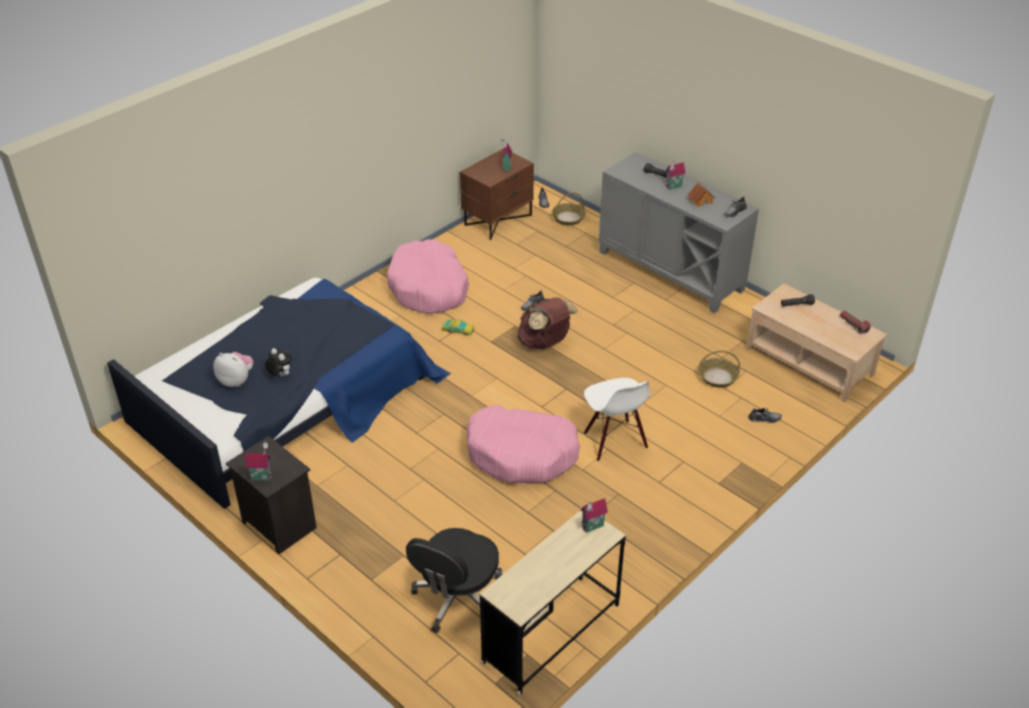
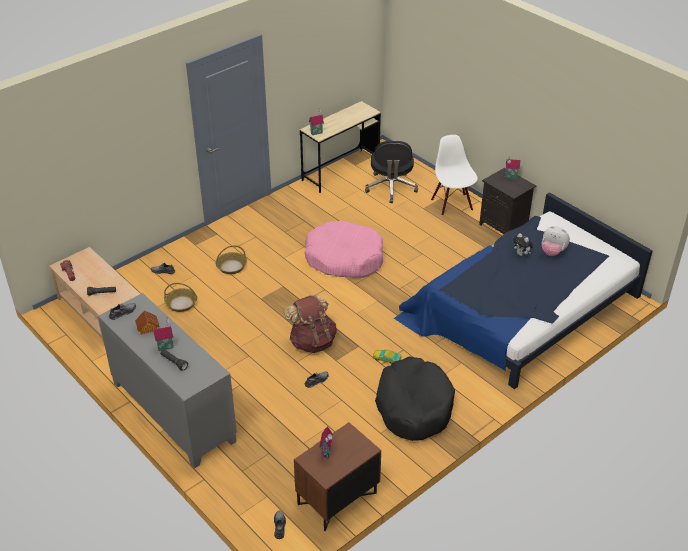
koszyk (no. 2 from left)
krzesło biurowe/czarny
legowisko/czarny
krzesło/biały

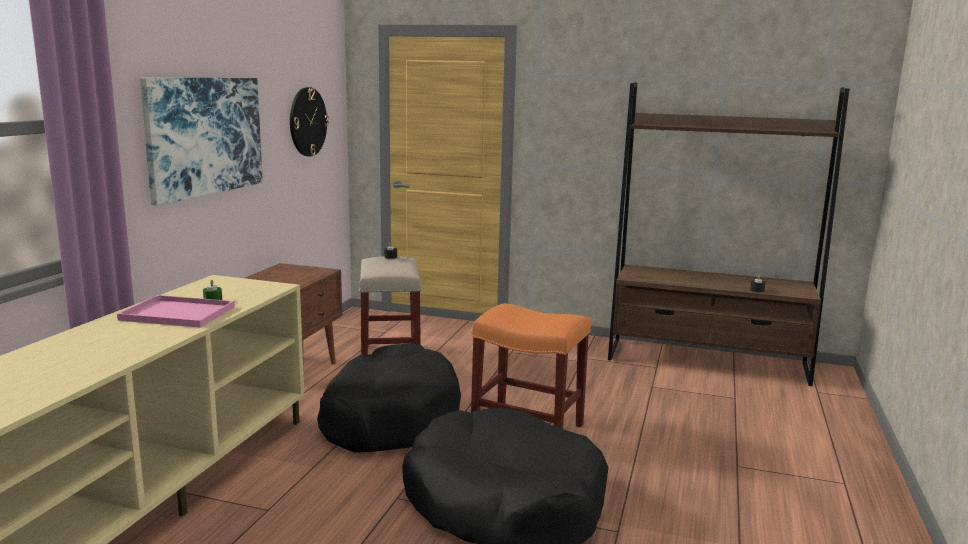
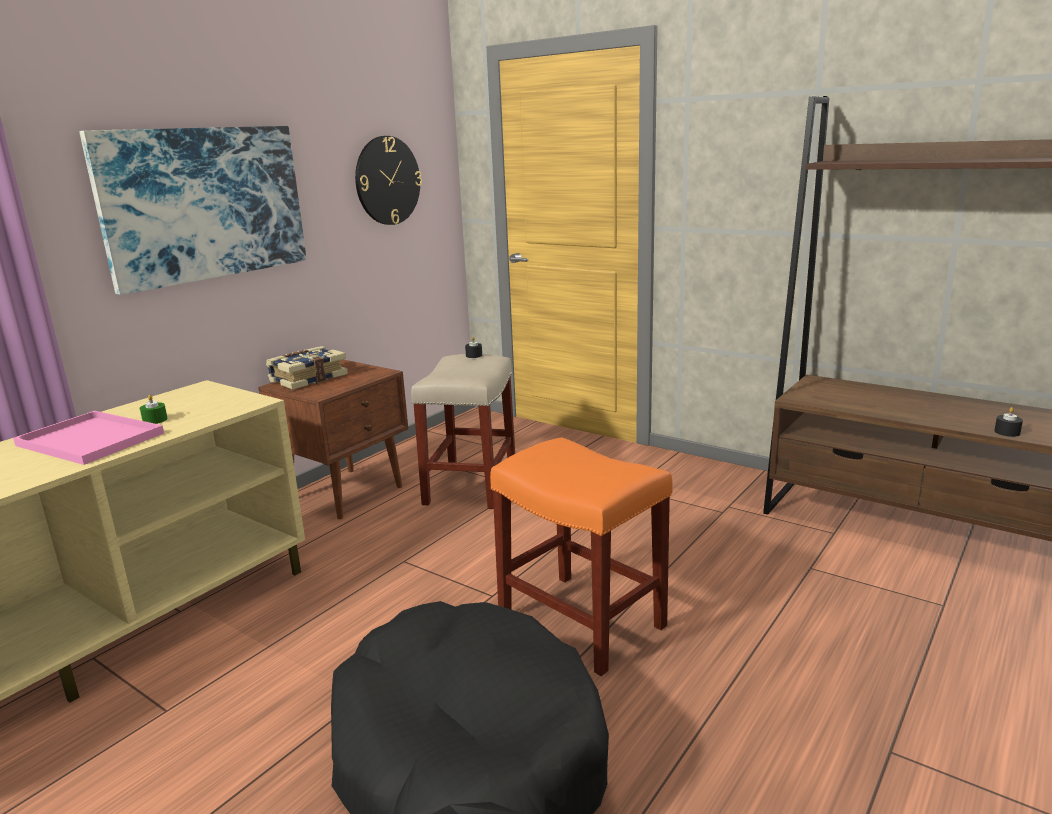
książka
legowisko/czarny (no. 1 from left in the first image)

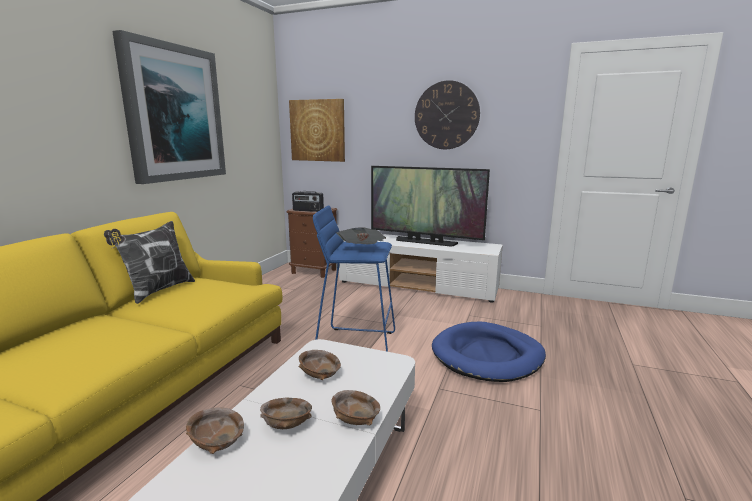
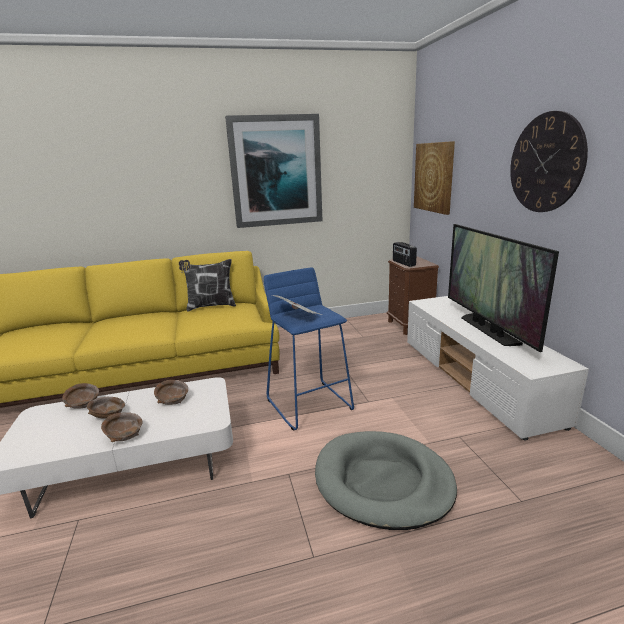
legowisko/szary

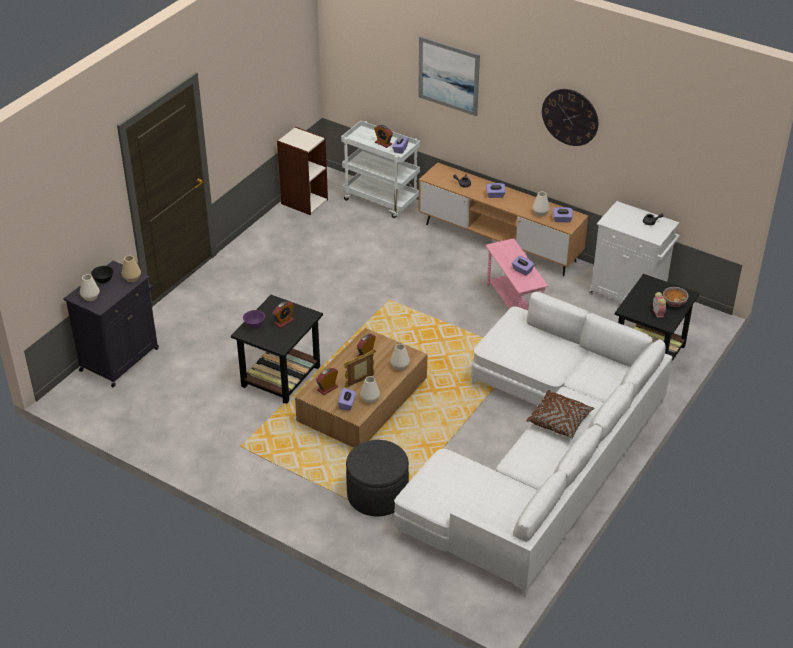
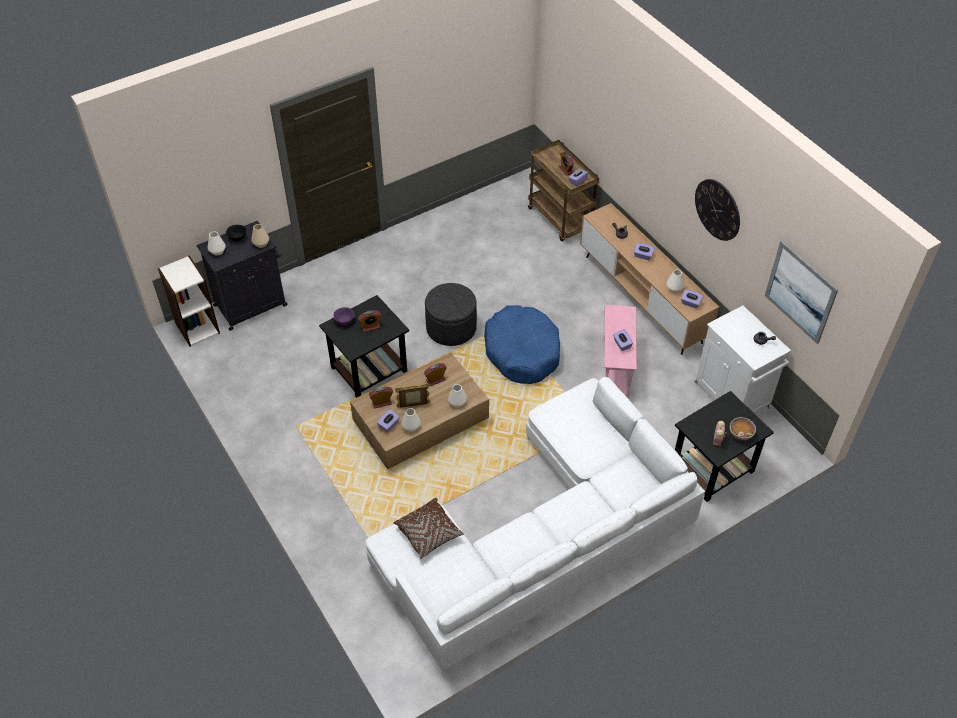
regał
poduszka/brązowy
pufa/szary
legowisko/niebieski
wózek/brązowy
obraz

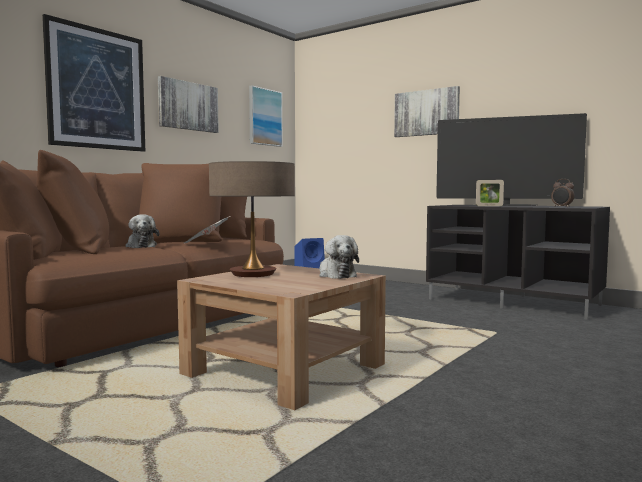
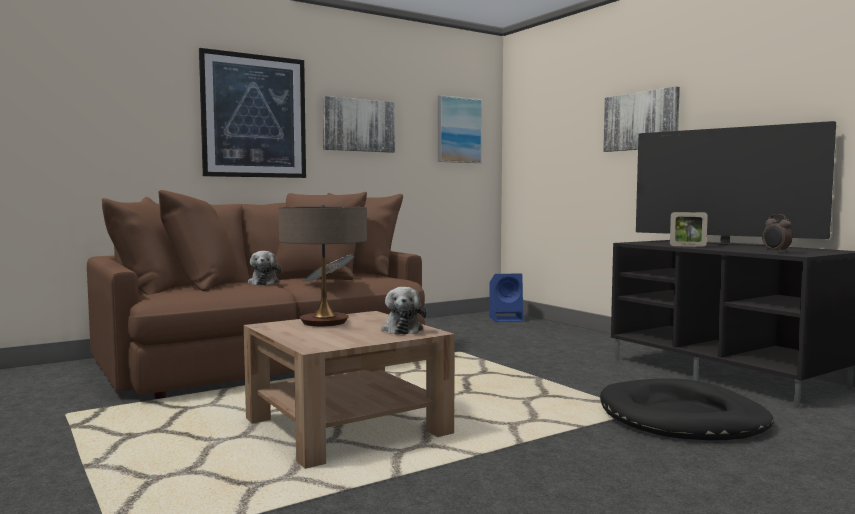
legowisko/czarny

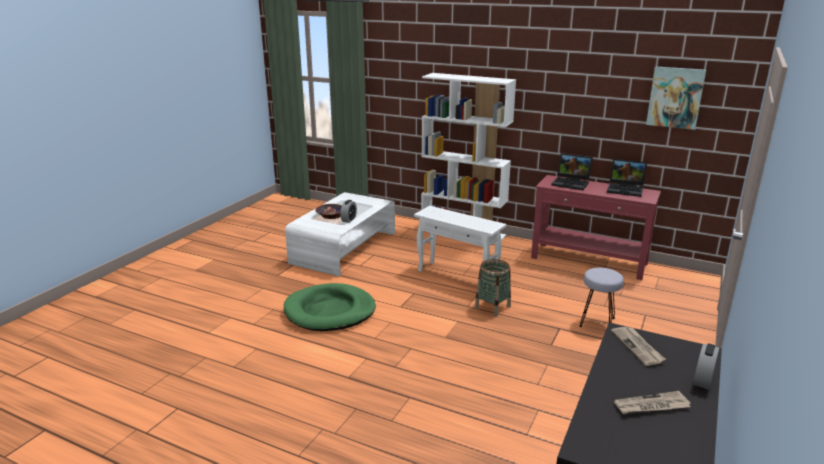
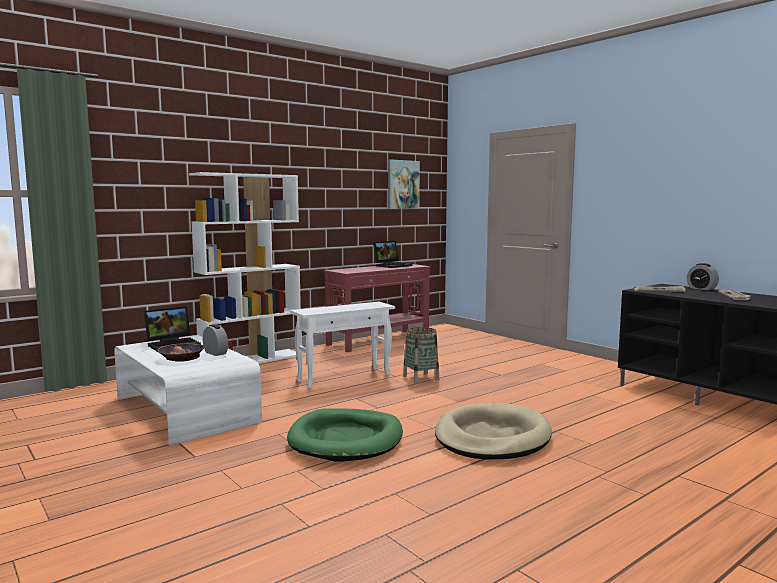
laptop (no. 1 from left)
legowisko/beżowy
stołek/szary

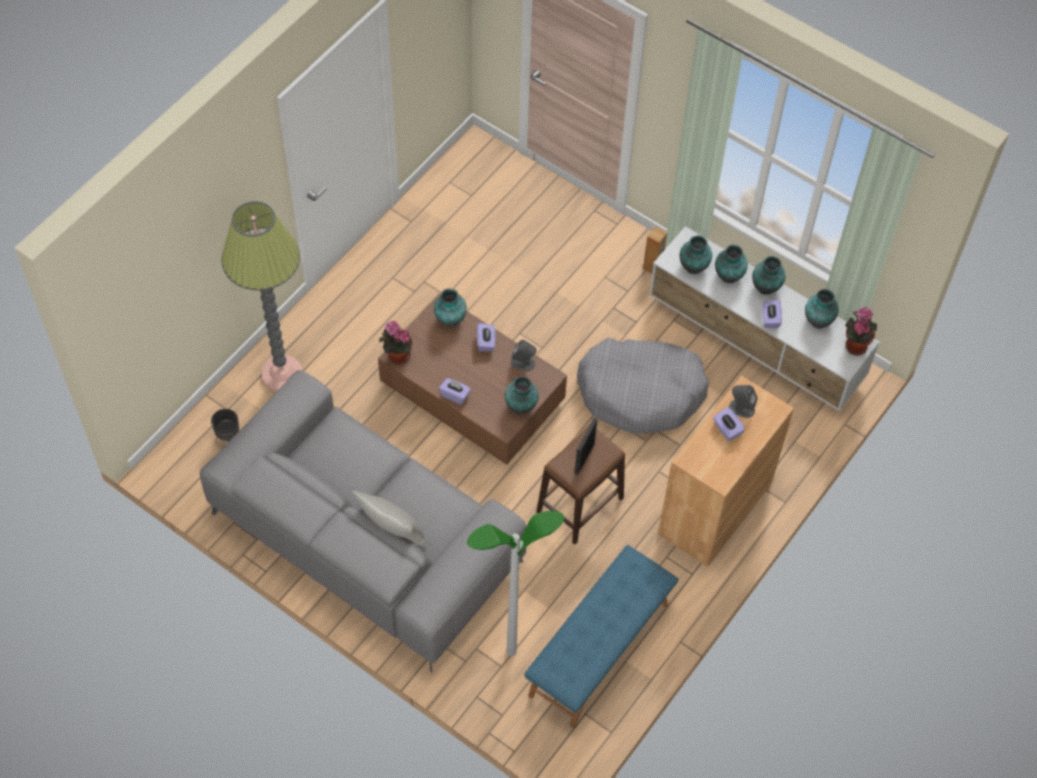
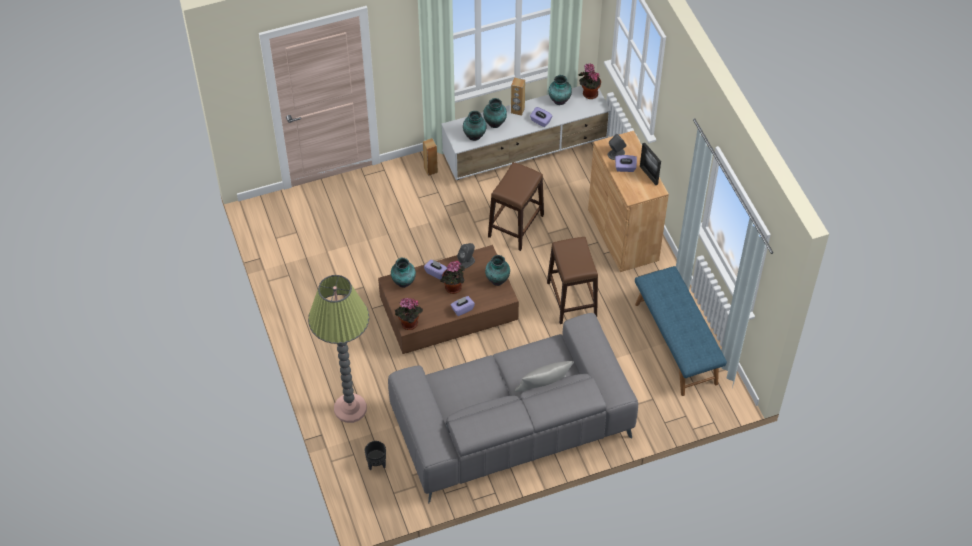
roślina doniczkowa (no. 2 from left)
stołek/brązowy (no. 1 from left)
głośnik/brązowy (no. 2 from left)
ramka na zdjęcie
lampa stojąca (no. 2 from left in the first image)

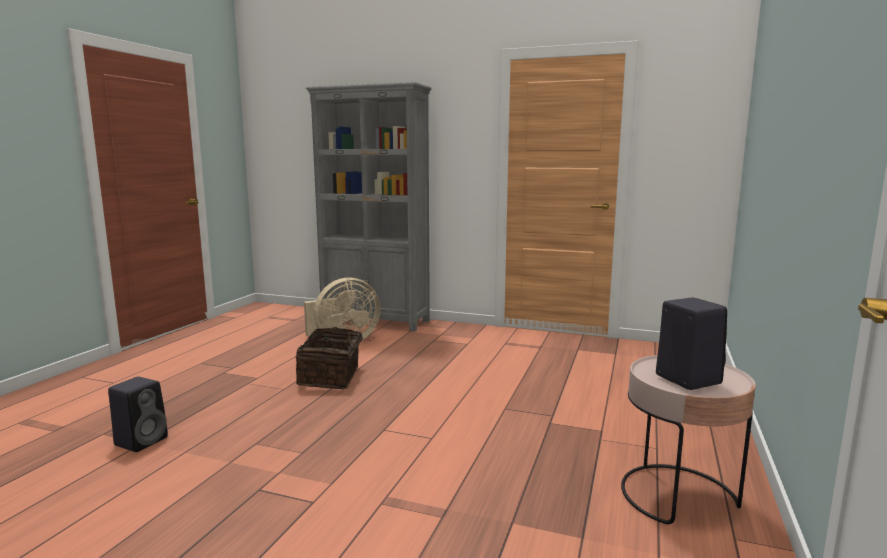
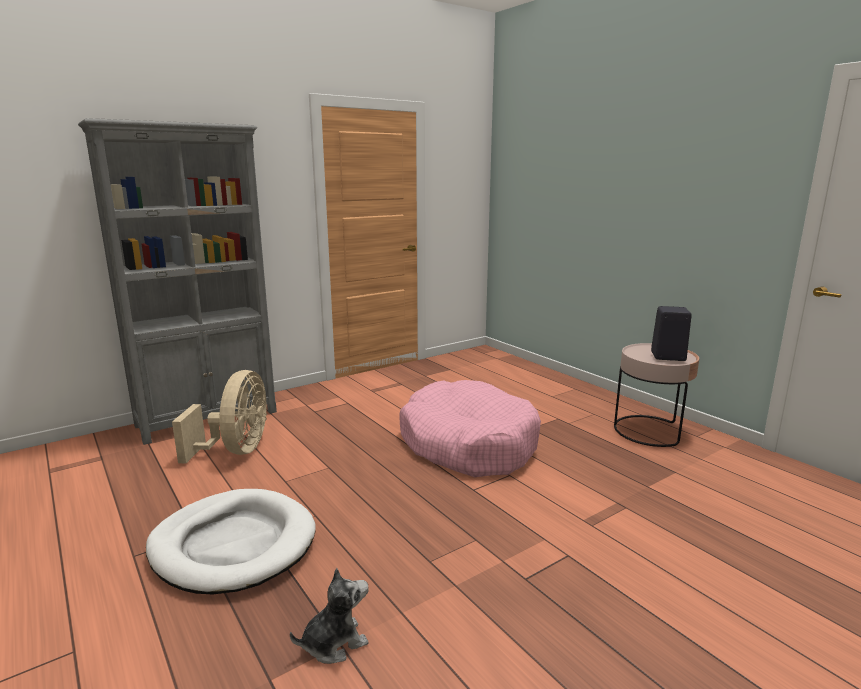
legowisko/biały
pluszak
legowisko/różowy
koszyk

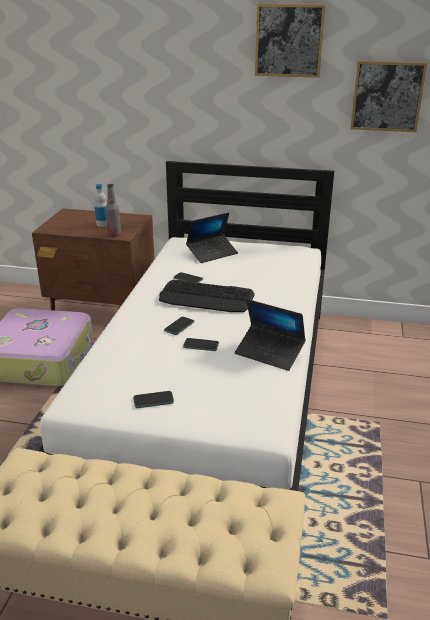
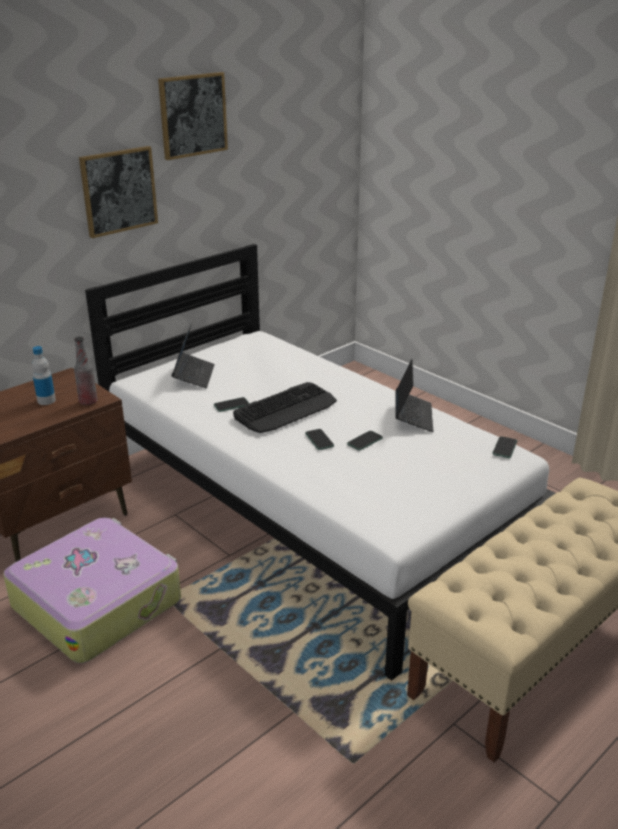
obraz (no. 1 from left)
laptop (no. 2 from left)
telefon (no. 4 from left)

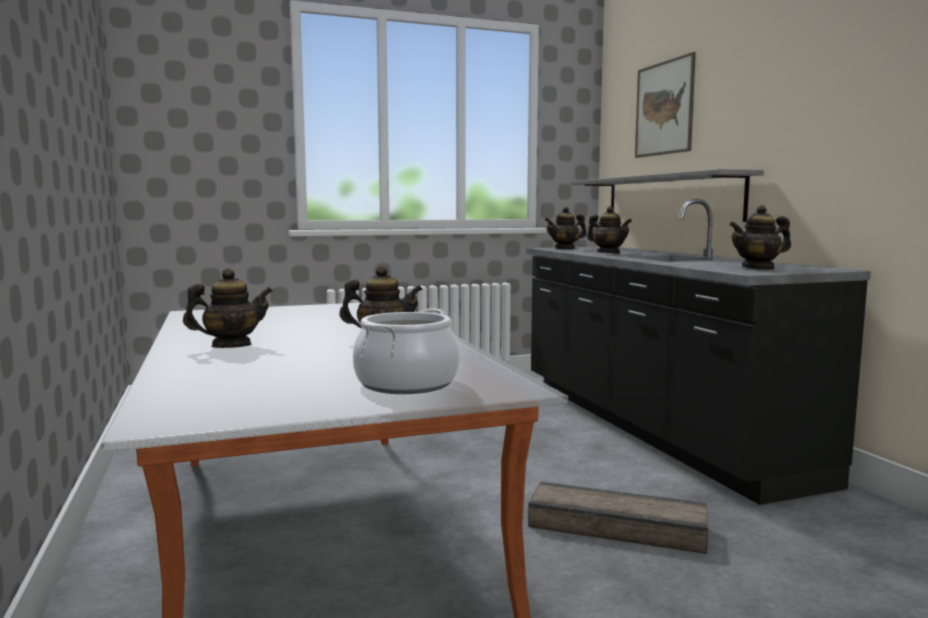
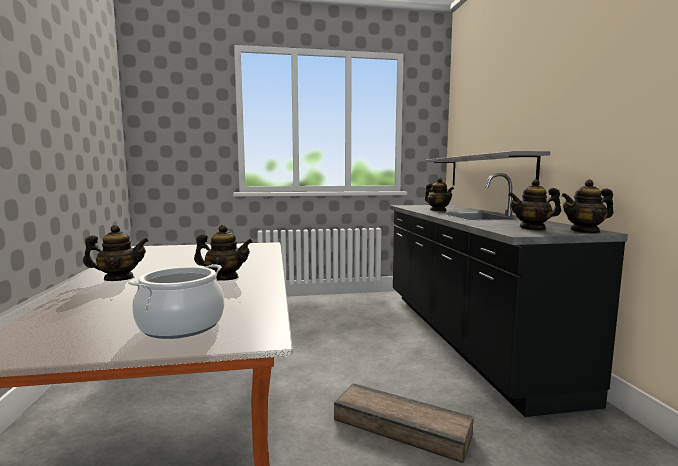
imbryk (no. 5 from left)
obraz

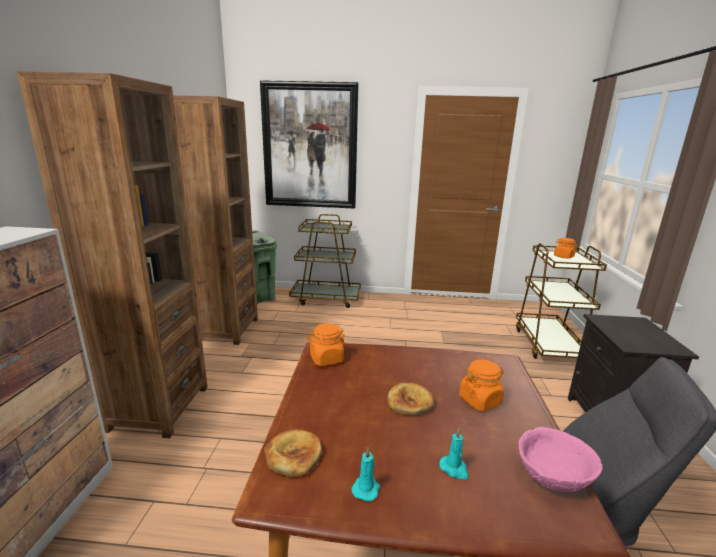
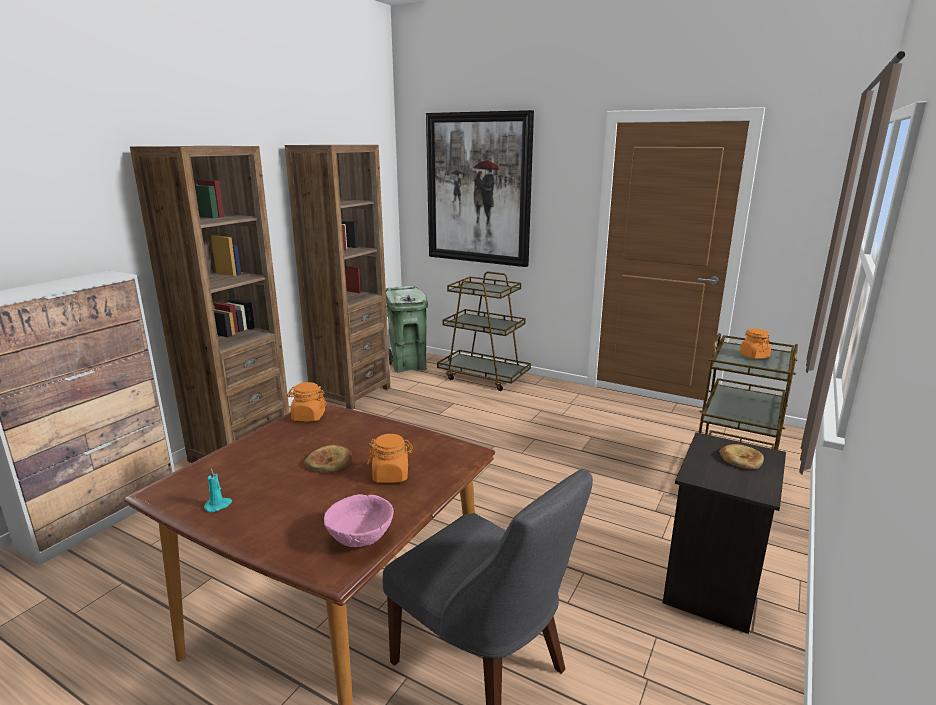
chleb (no. 2 from left)
świeca/turkusowy (no. 2 from left in the first image)

